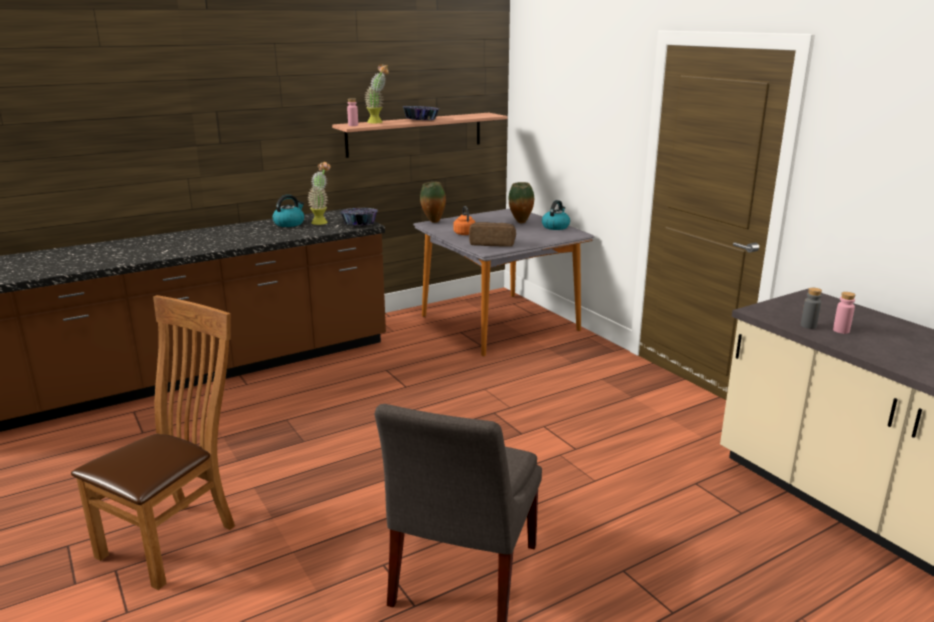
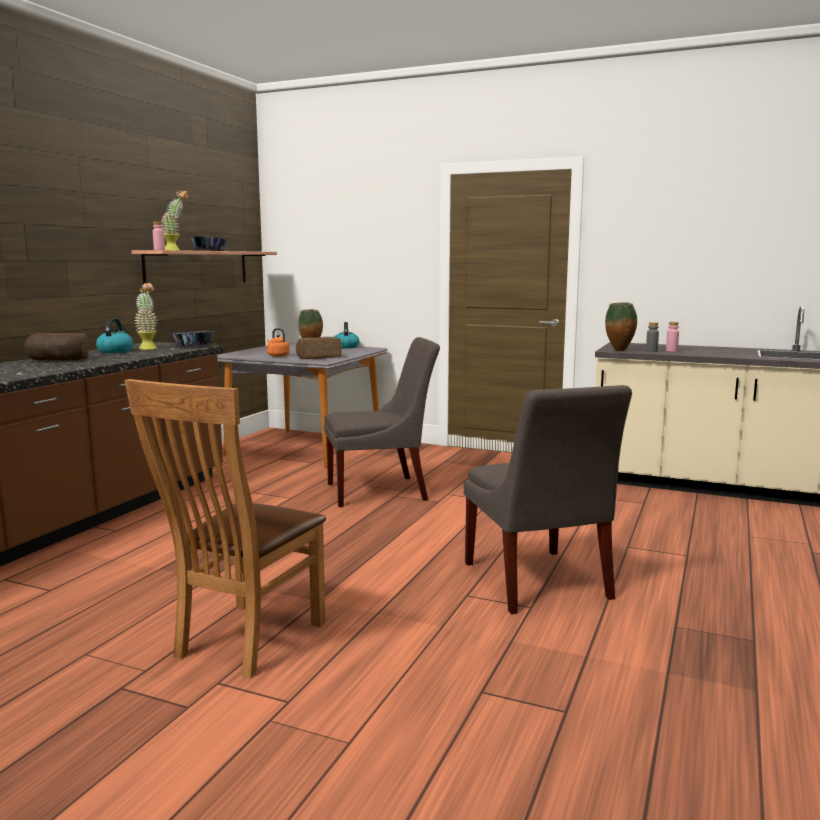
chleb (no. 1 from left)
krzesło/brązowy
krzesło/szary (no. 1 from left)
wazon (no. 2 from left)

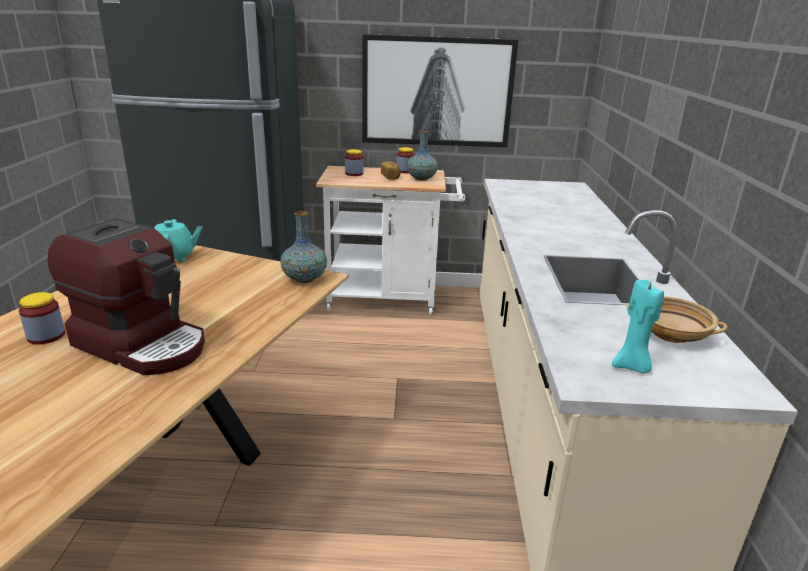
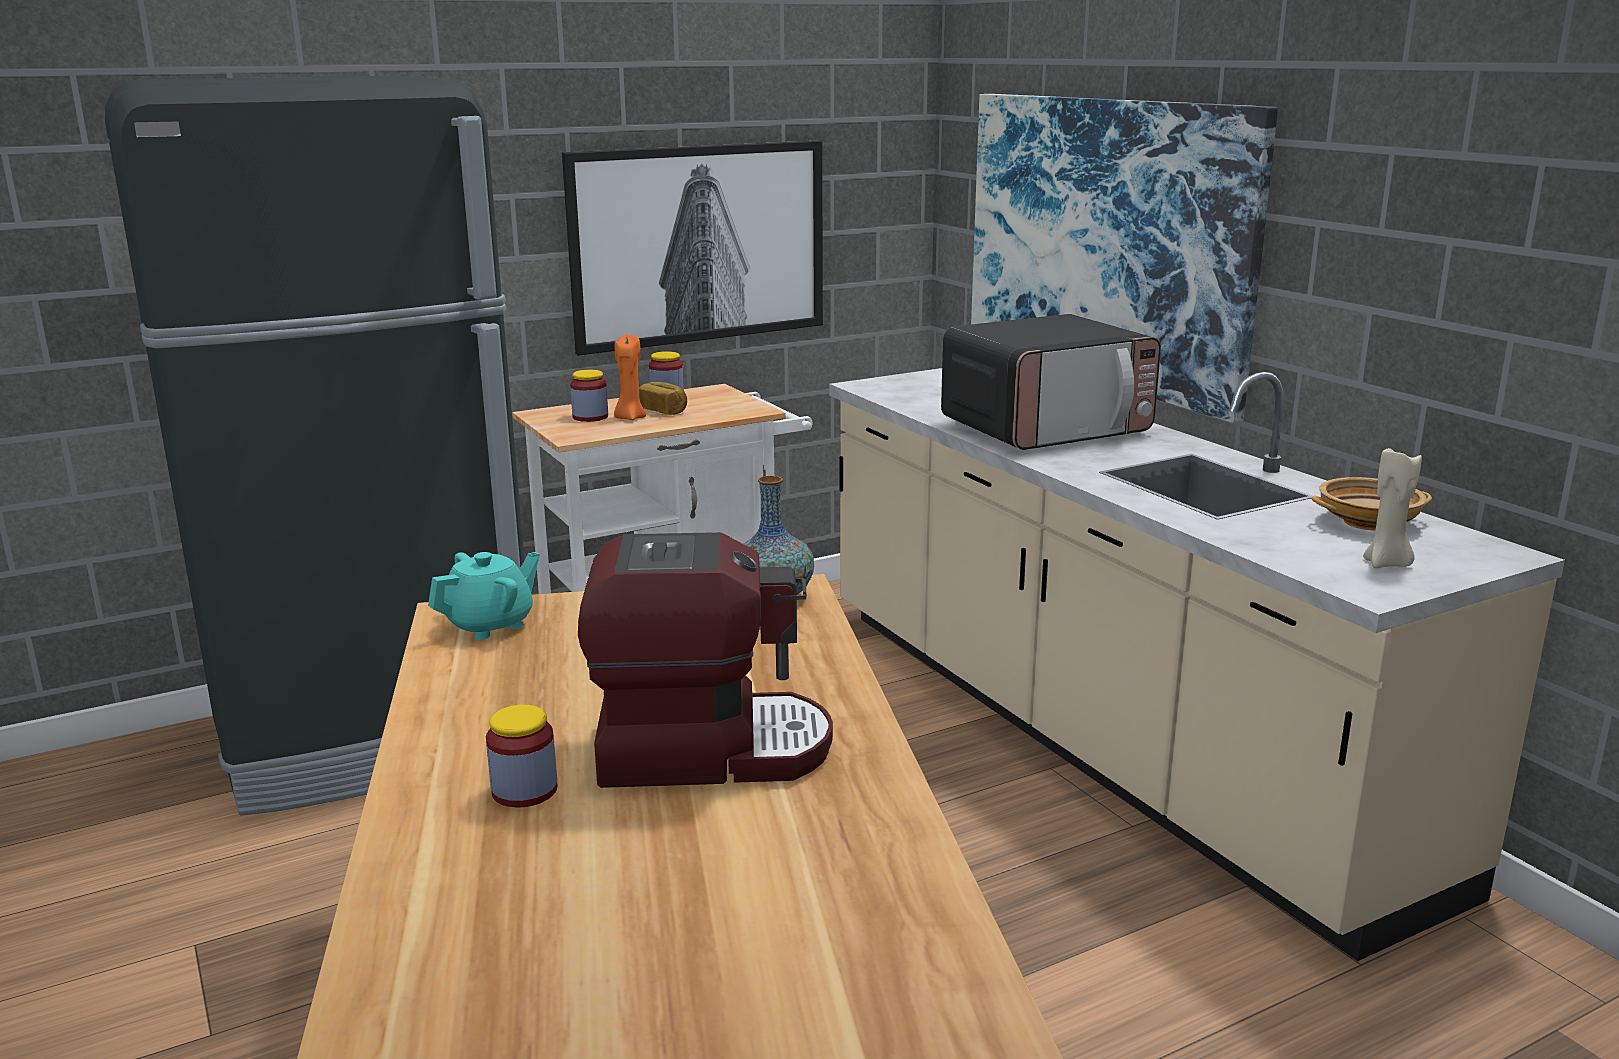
świeca/pomarańczowy
mikrofalówka
obraz (no. 2 from left)
świeca/beżowy
wazon (no. 2 from left in the first image)

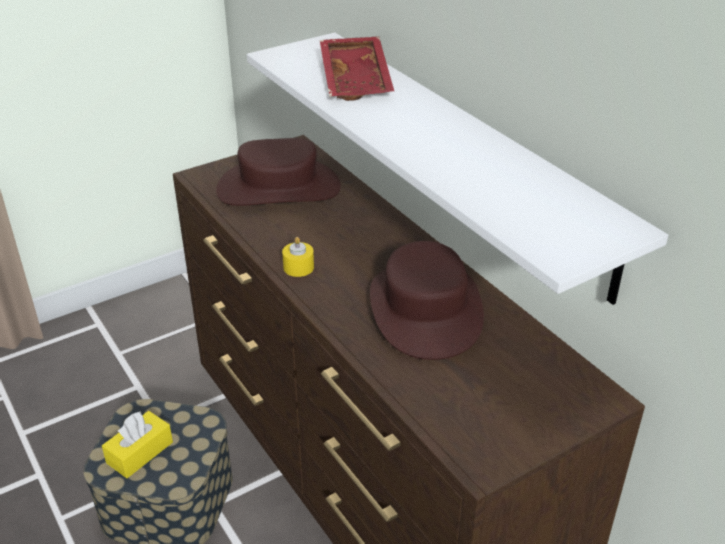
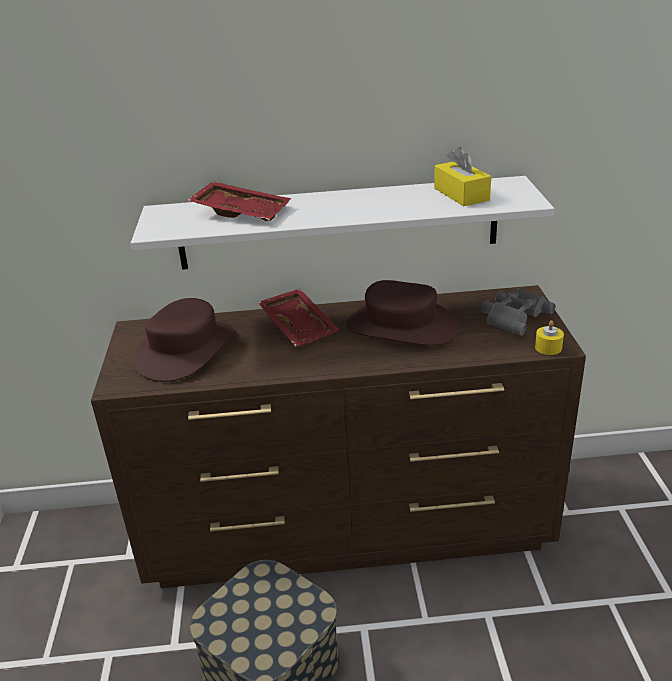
taca/czerwony (no. 2 from left)
pudełko chusteczek/żółty
lornetka/szary
świeca/żółty

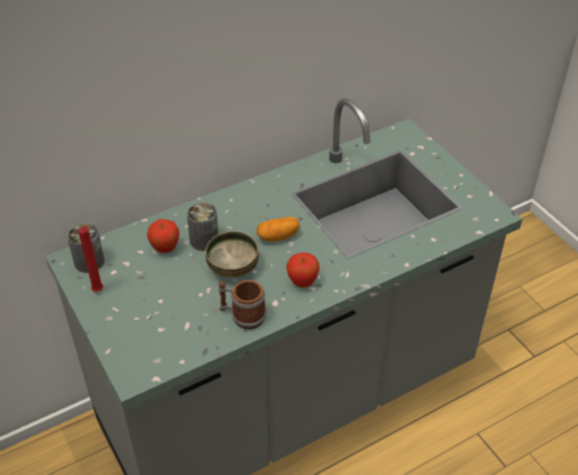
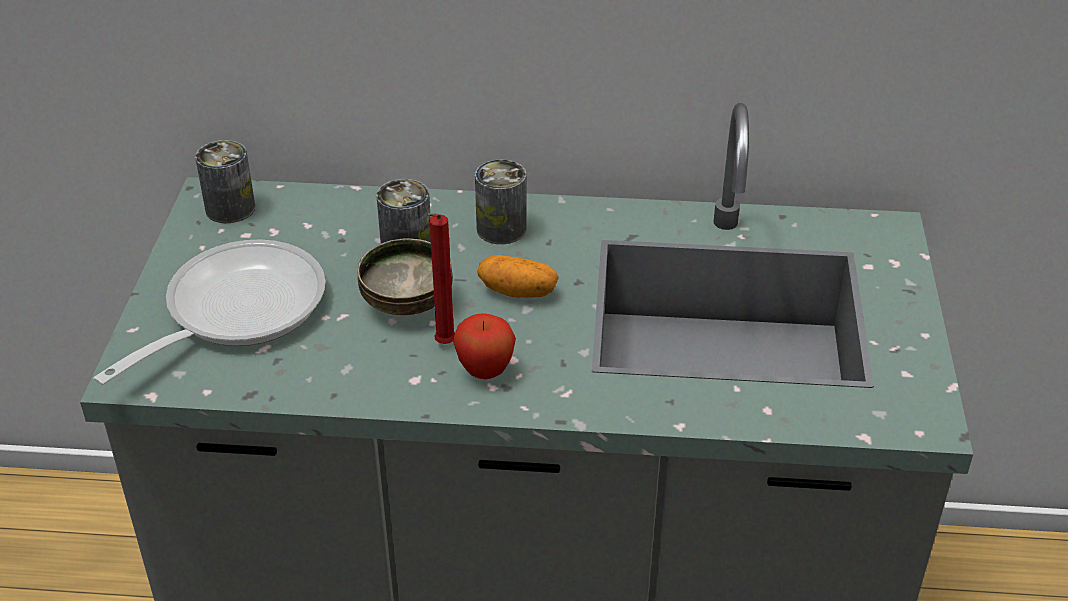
patelnia
świeca/czerwony
puszka (no. 3 from left)
jabłko (no. 1 from left in the first image)
kubek

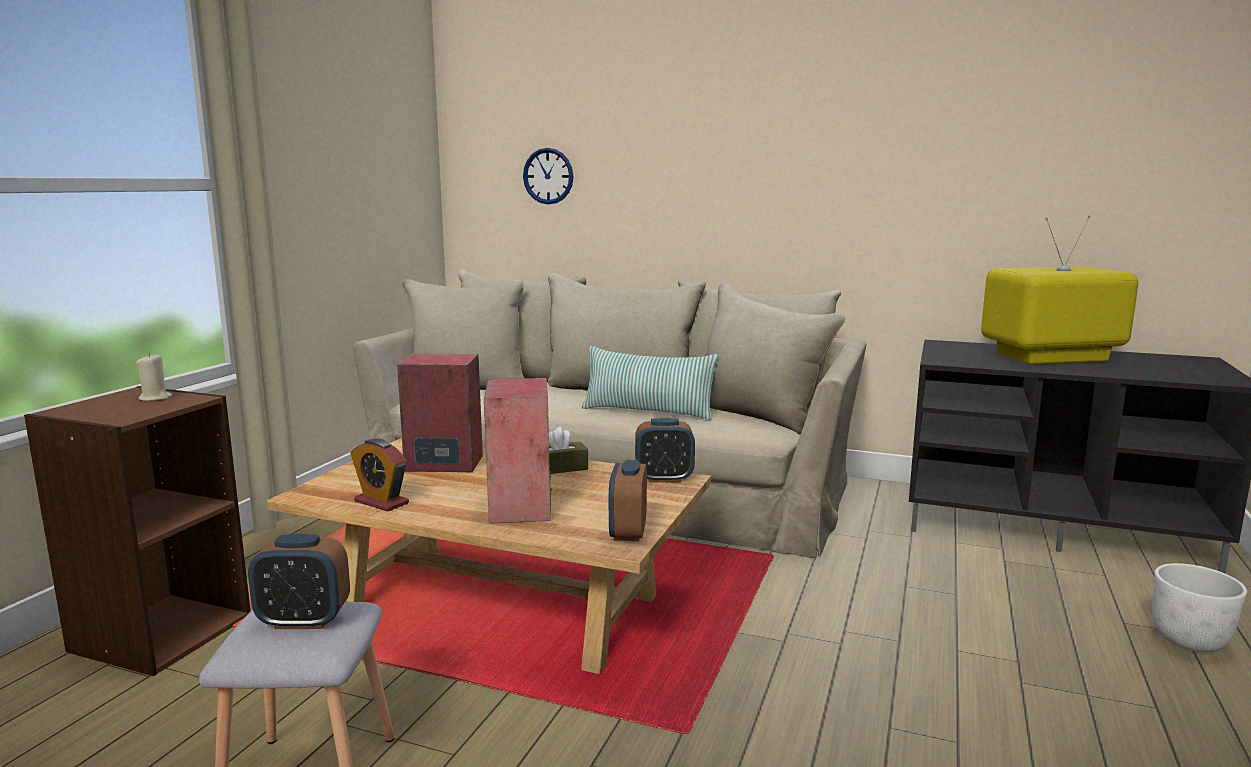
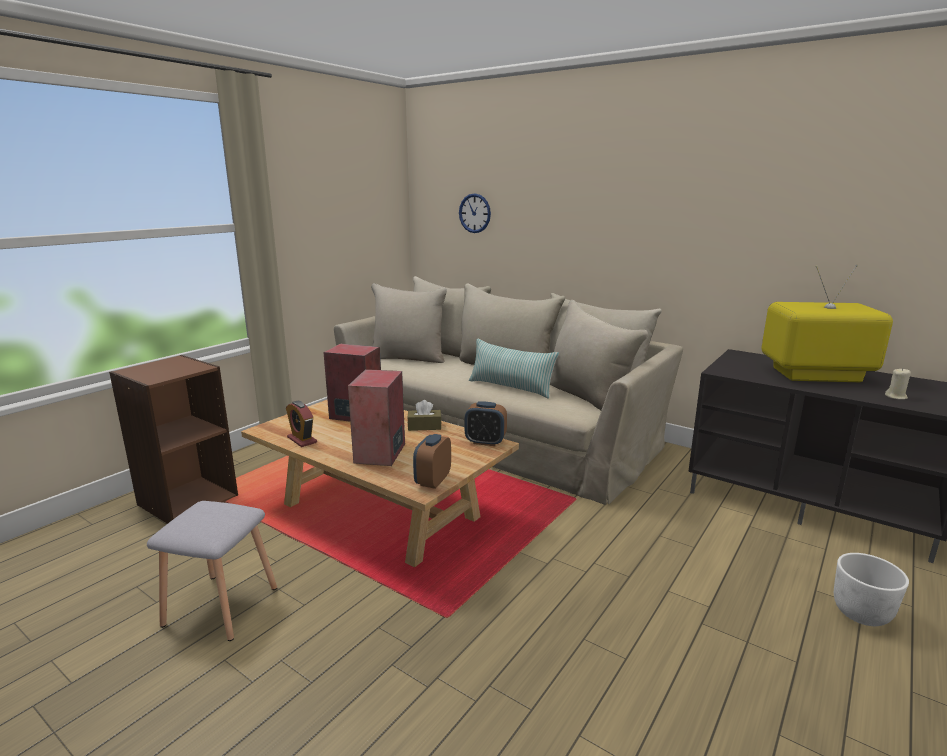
świeca/beżowy
budzik (no. 1 from left in the first image)

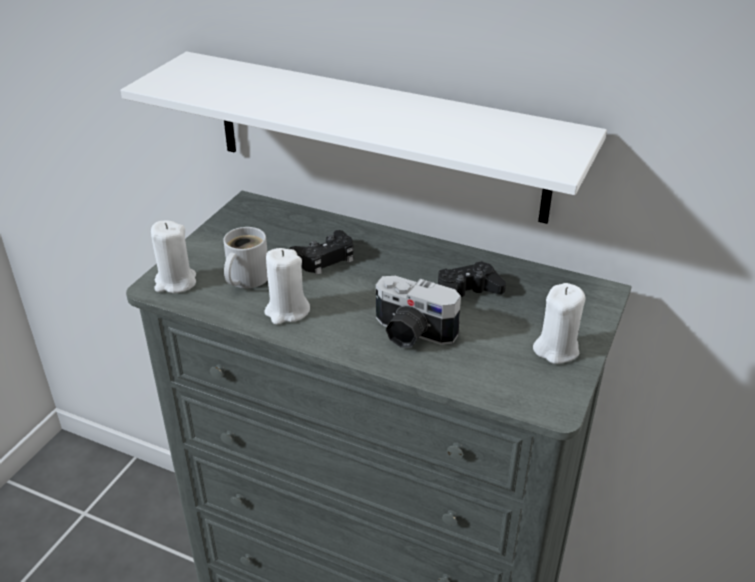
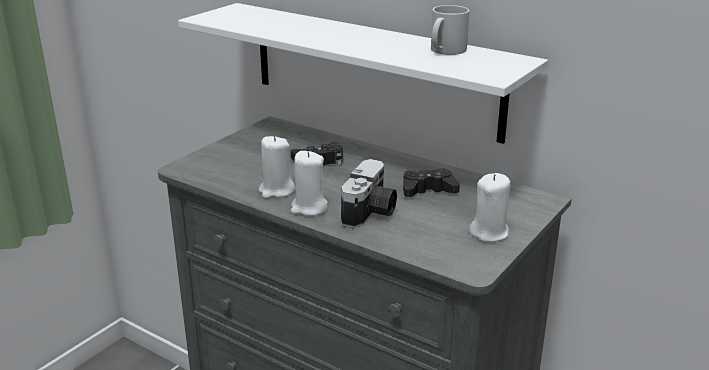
świeca/biały (no. 2 from left)
aparat fotograficzny
kubek/biały

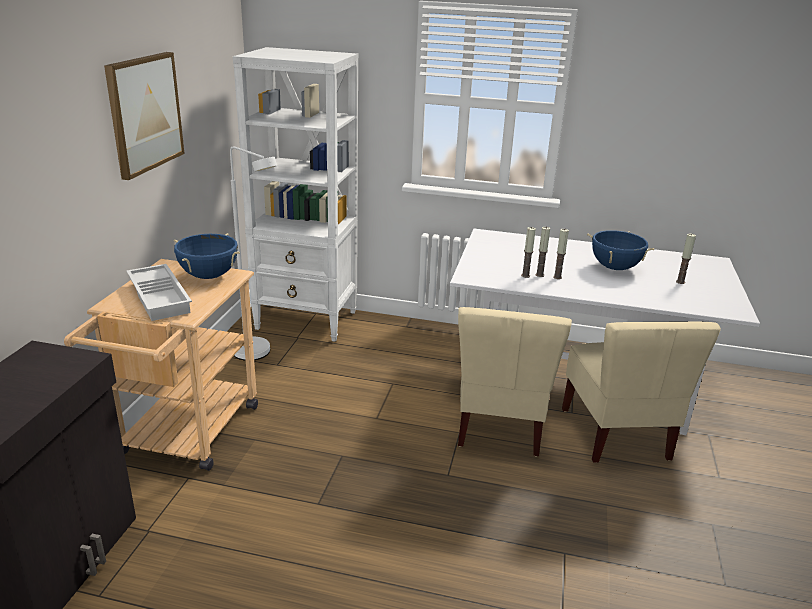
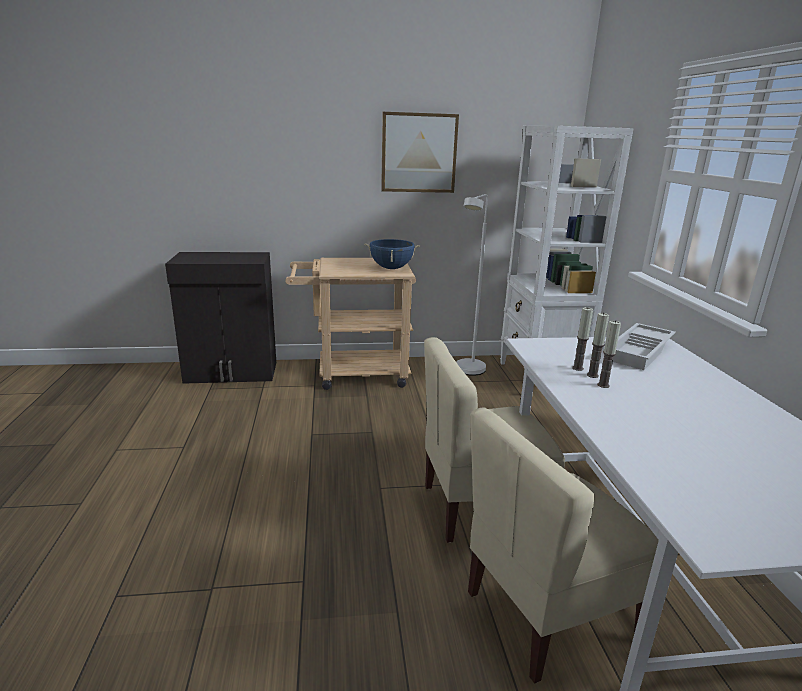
taca/biały
garnek/niebieski (no. 2 from left in the first image)
świeca (no. 4 from left in the first image)

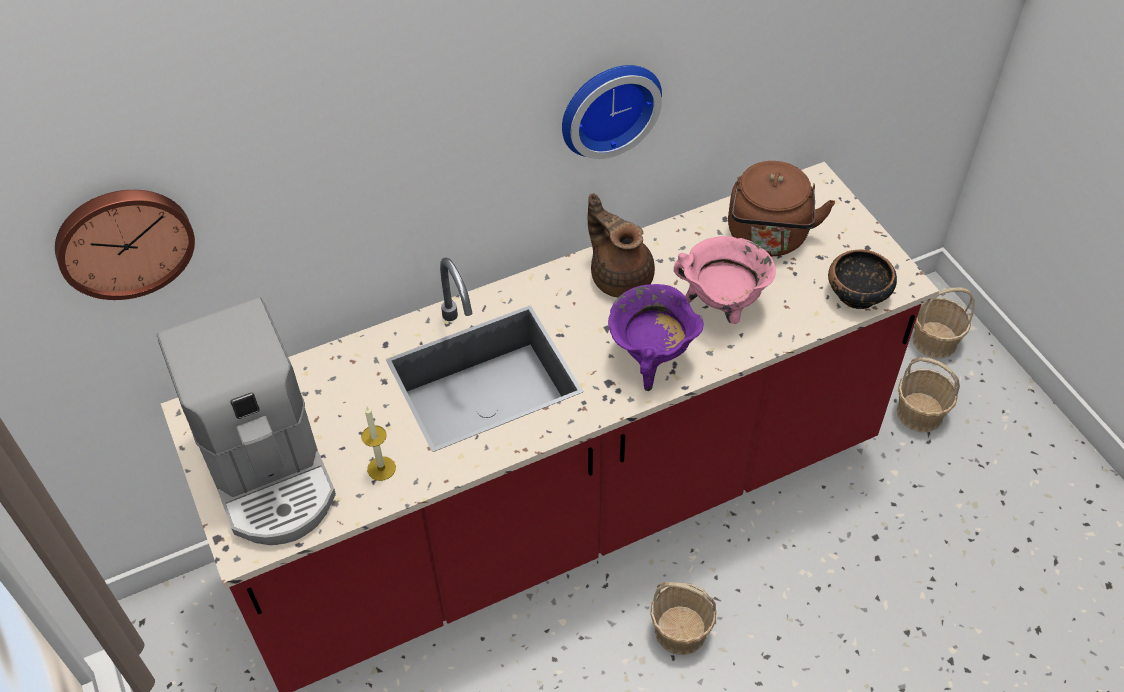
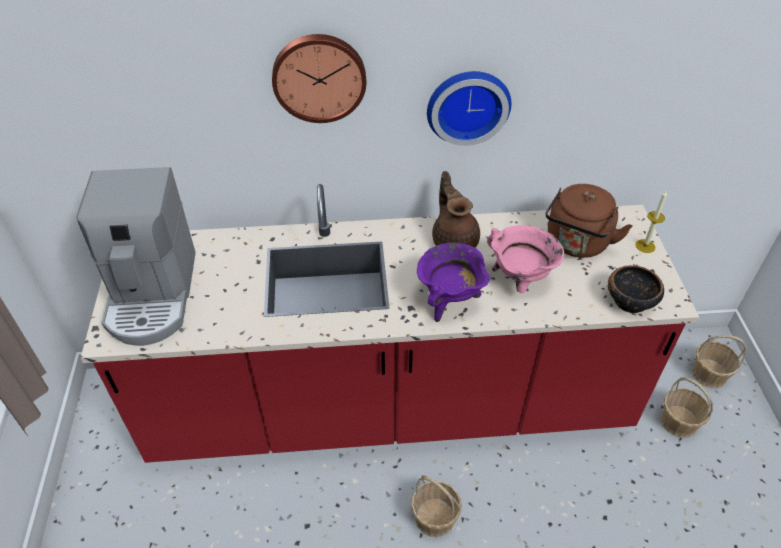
zegar ścienny (no. 1 from left)
świeca

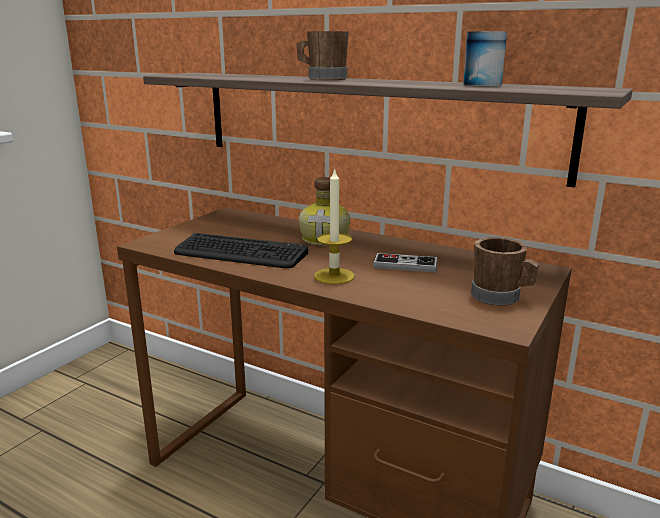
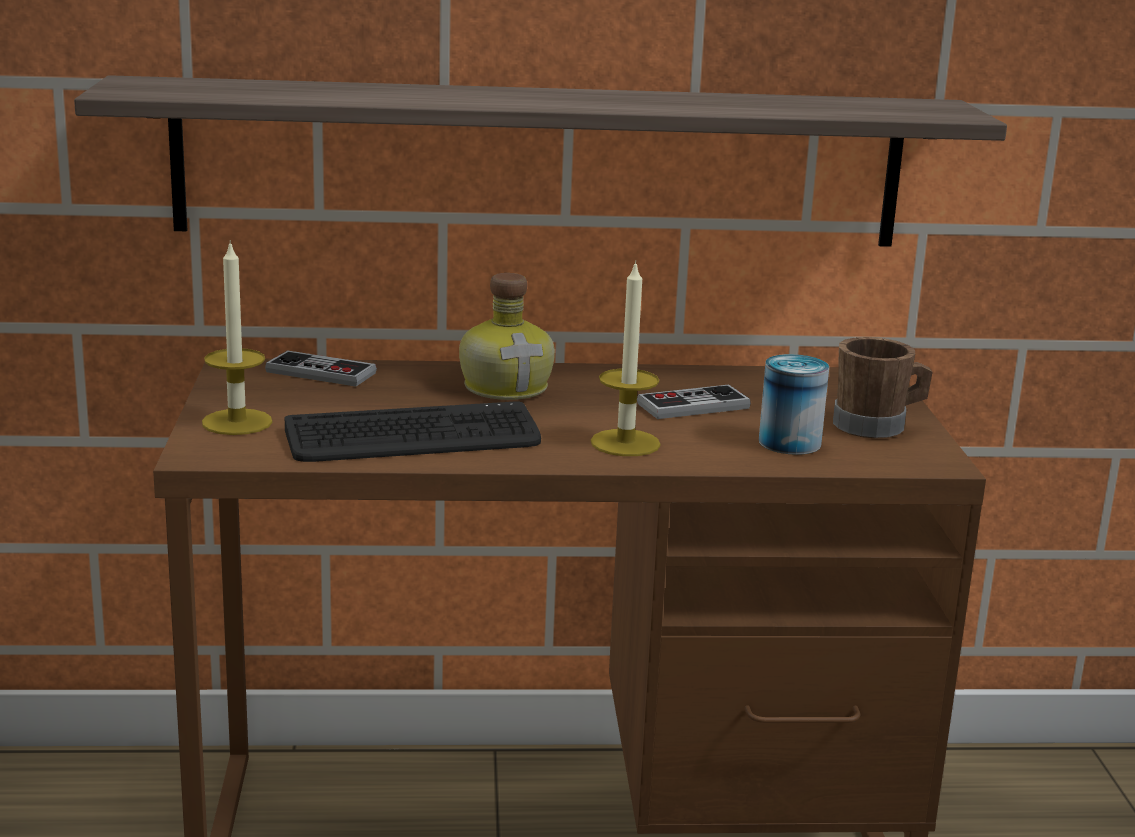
świeca (no. 1 from left)
pad do gier (no. 1 from left)
puszka
kubek/brązowy (no. 1 from left in the first image)

